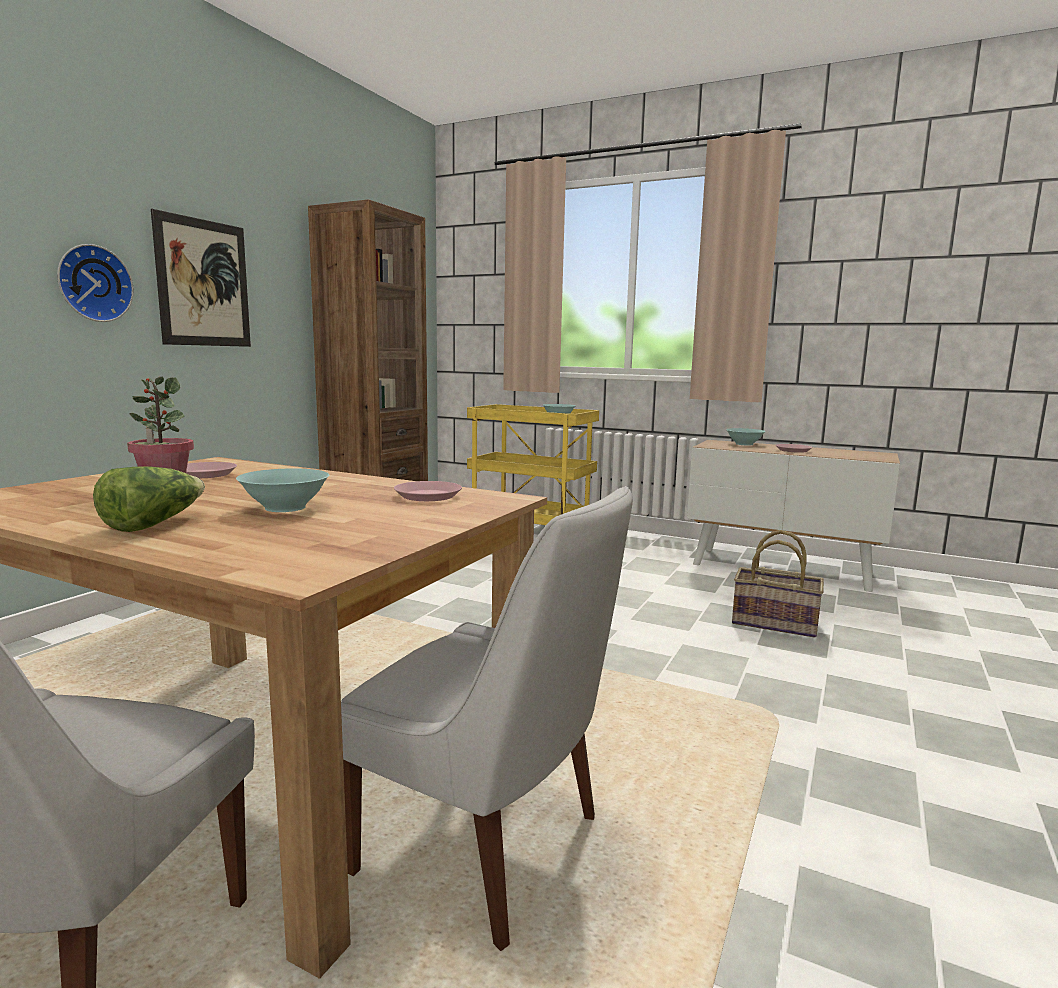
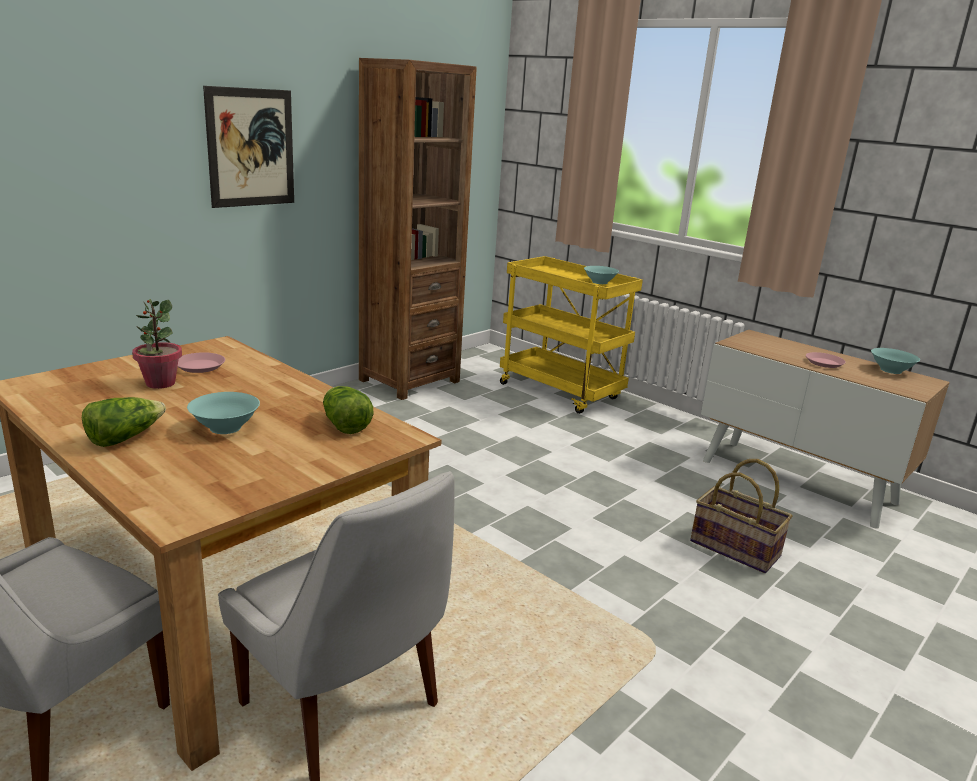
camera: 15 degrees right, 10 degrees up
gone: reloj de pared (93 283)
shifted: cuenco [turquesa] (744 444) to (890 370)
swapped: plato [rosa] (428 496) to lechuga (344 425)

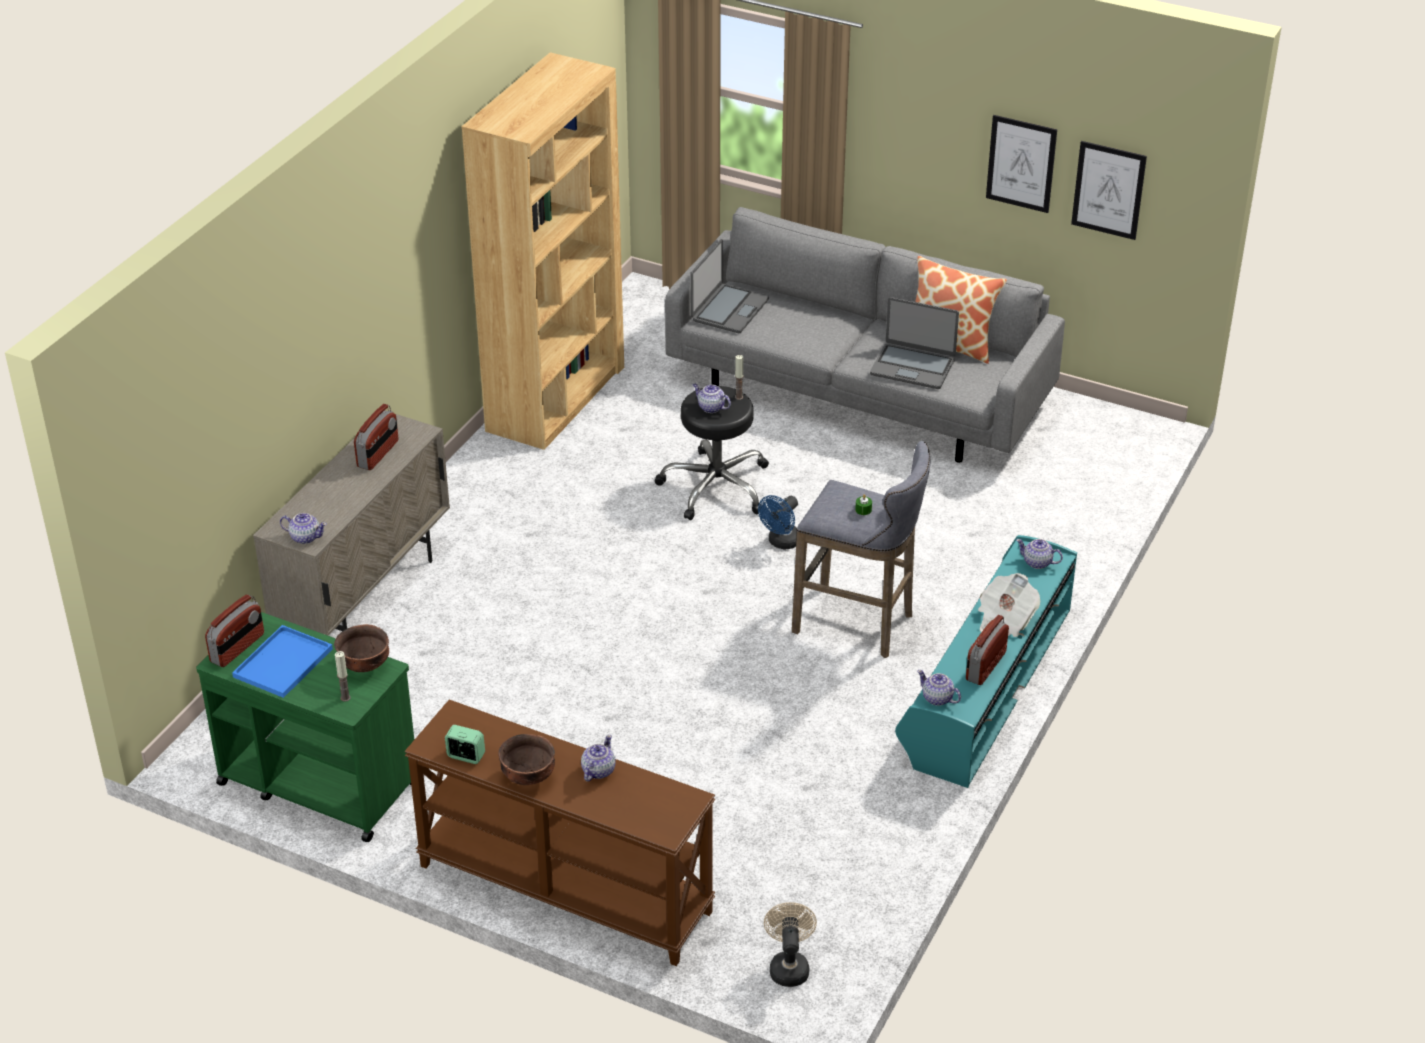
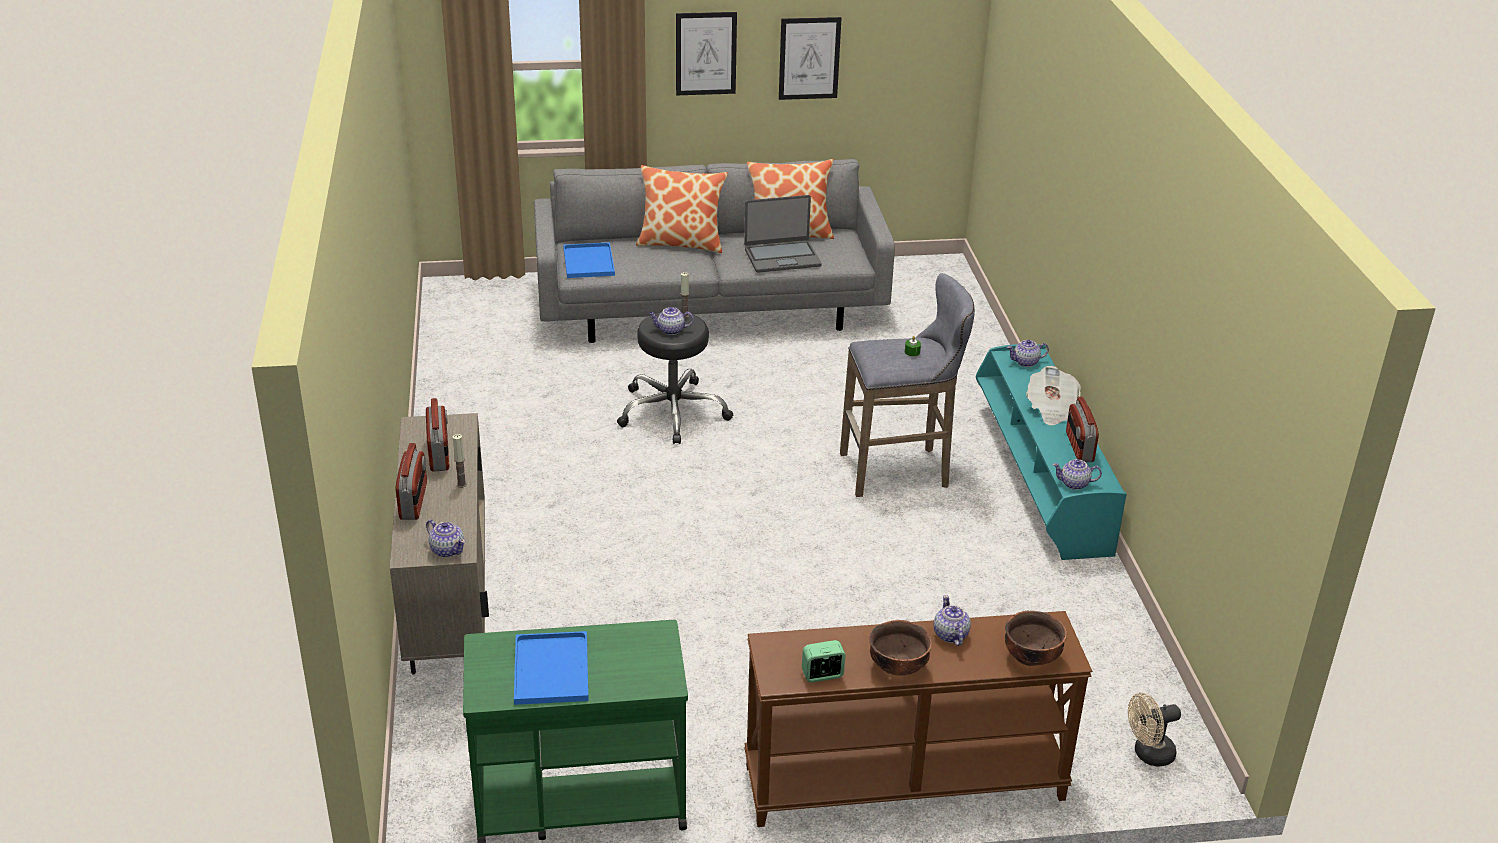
camera: 35 degrees left, 5 degrees down
gone: estantería [marrón] (556 398); ventilador [azul] (781 543)
new: cojín (681 243)
shifted: cuadro (1108 190) to (706 53); radio (238 648) to (414 501); cuenco [marrón] (364 664) to (1031 656); vela (345 698) to (461 484)
swapped: portátil (729 310) to bandeja [azul] (588 261)
rotated: tetera (305 537) = (447 550) 60 degrees clockwise; ventilador [beis] (788 966) = (1148 754) 75 degrees counterclockwise

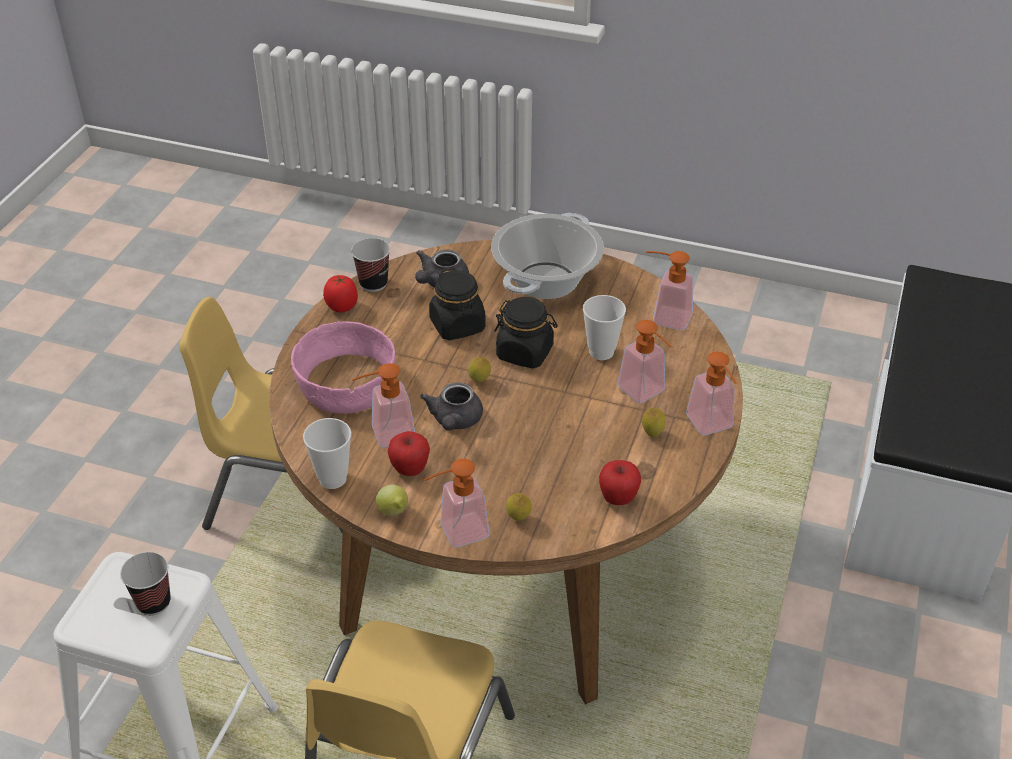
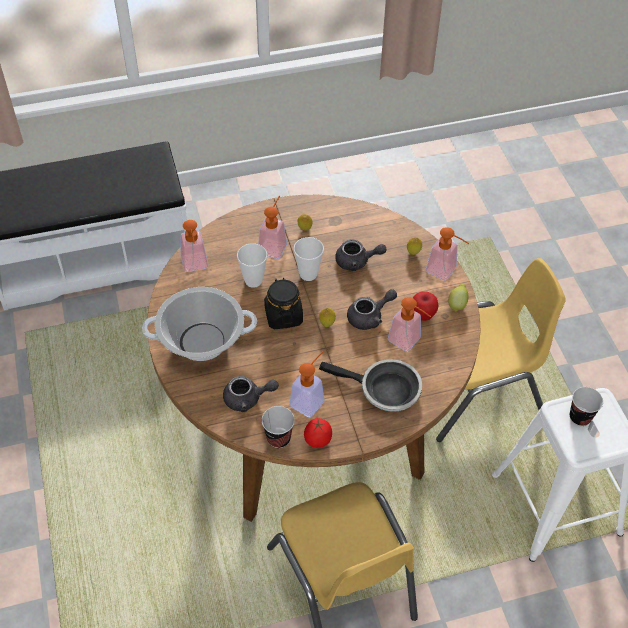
camera: 125 degrees left, 10 degrees up
gone: tarro [negro] (457 325); manzana (618 499)
new: tetera [gris] (357 261)
shifted: dispensador de jabón (713 427) to (310 399); taza (332 479) to (308 274)
swapped: cuenco [rosa] (345 382) to sartén (384 390)

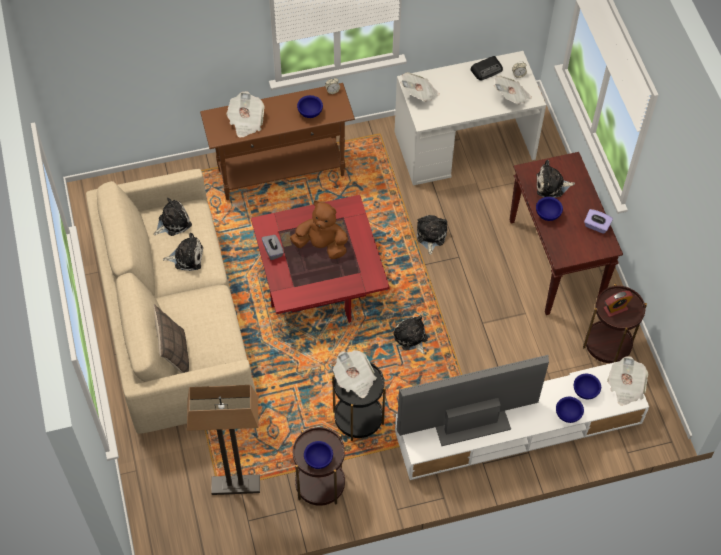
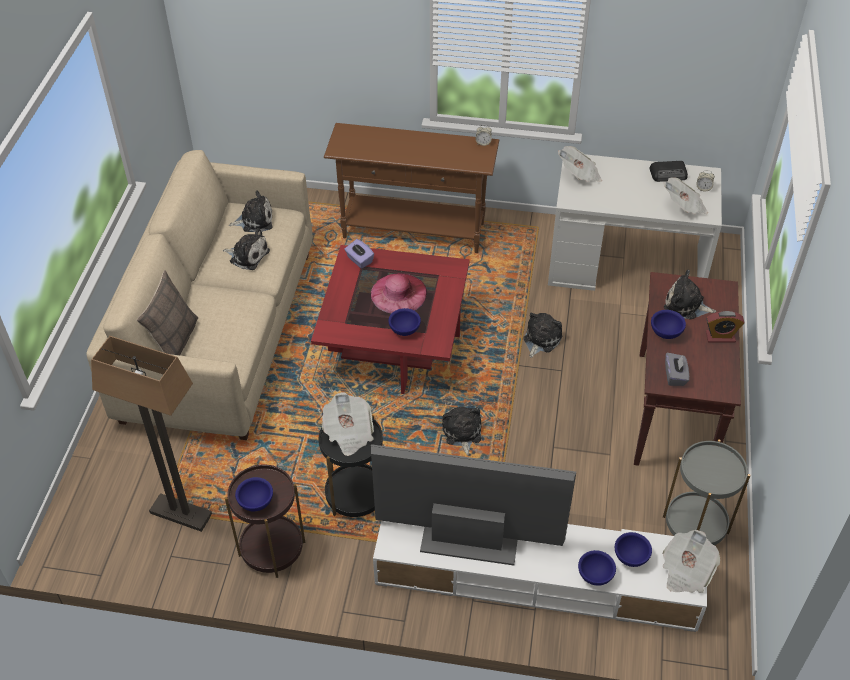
camera: 25 degrees right, 10 degrees down
gone: periódico (246 122)
shifted: cuenco [azul] (310 113) to (405 330); caja de pañuelos [morado] (596 226) to (359 260); caja de pañuelos [gris] (273 251) to (675 376); despertador (615 309) to (720 337)
swapped: peluche [marrón] (321 245) to sombrero [rosa] (399 293)
repainted: mesa auxiliar [marrón] (607 345) to mesa auxiliar [gris] (695 524)

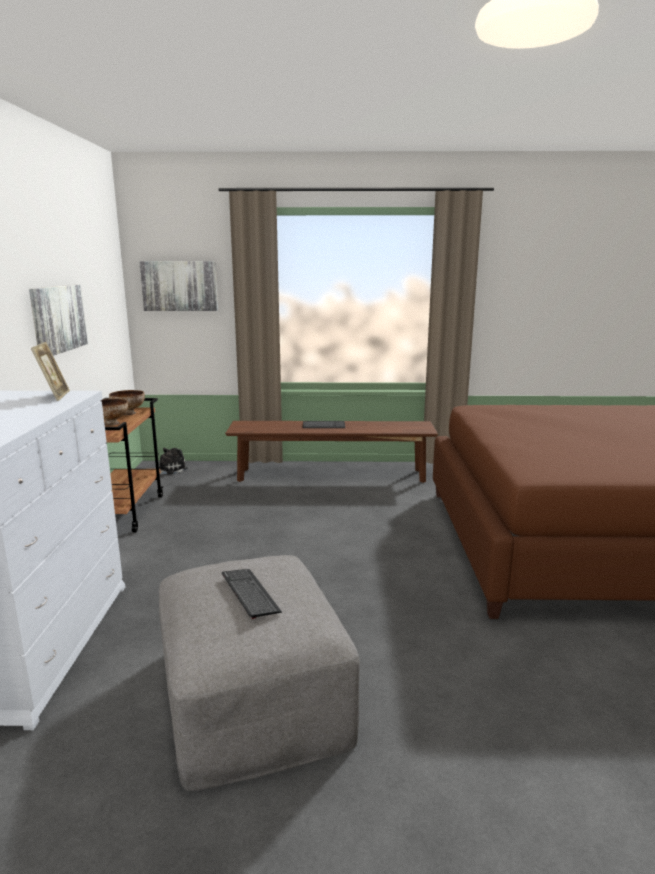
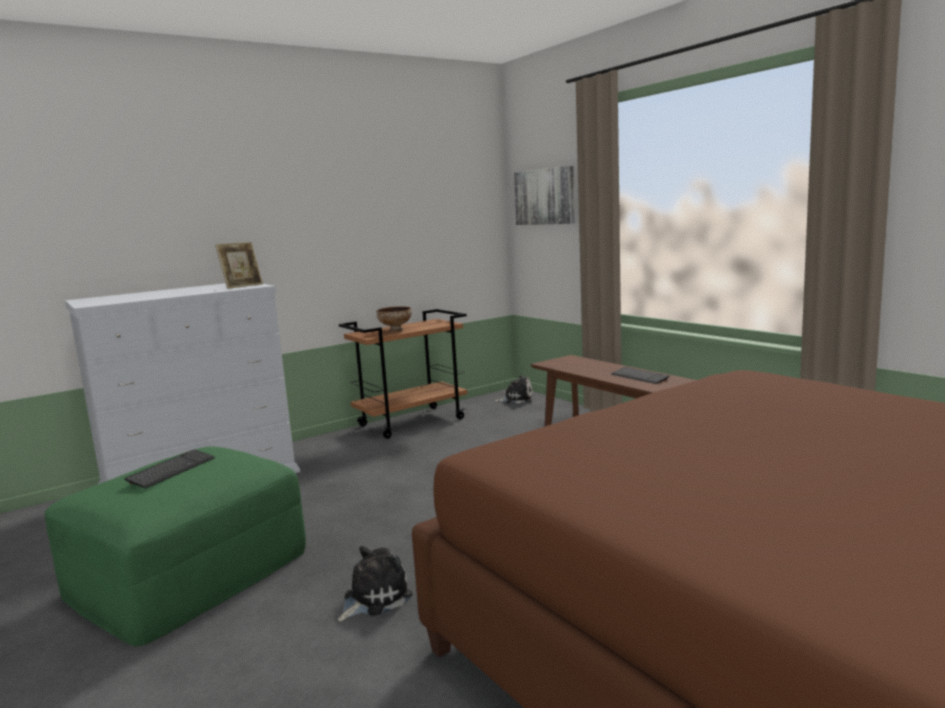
camera: 55 degrees right, 5 degrees down
gone: cuadro (58 319); cuenco (128 413)
new: peluche (373 598)
repainted: puf [gris] (251 694) to puf [verde] (188 573)

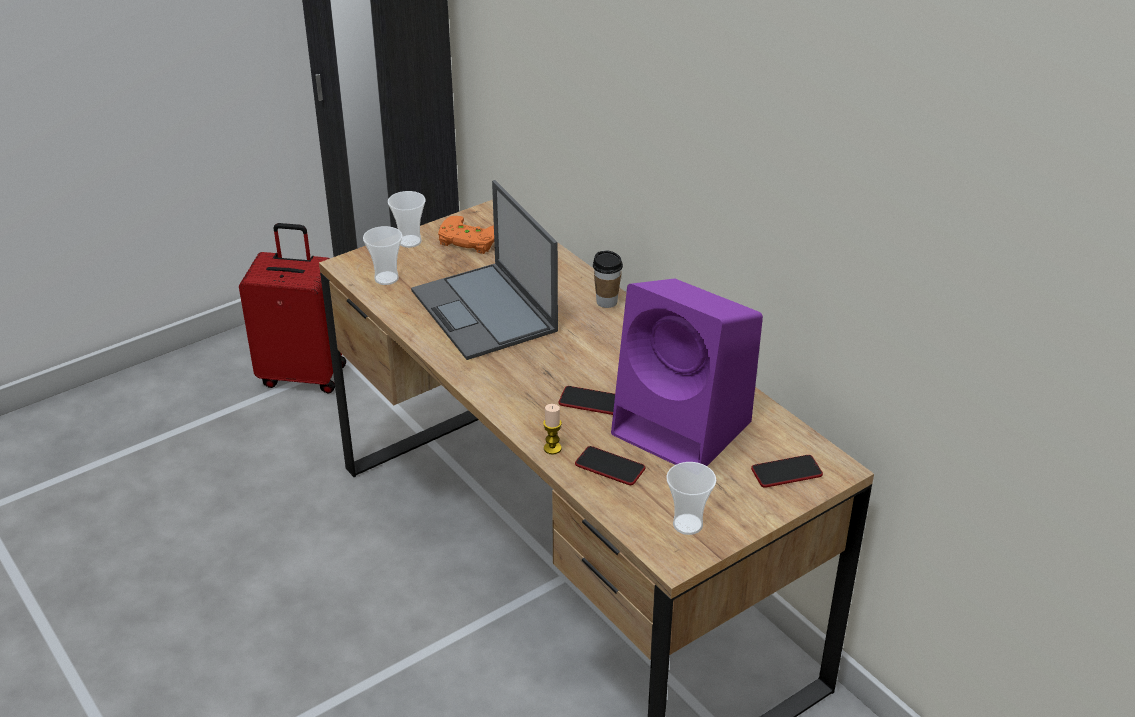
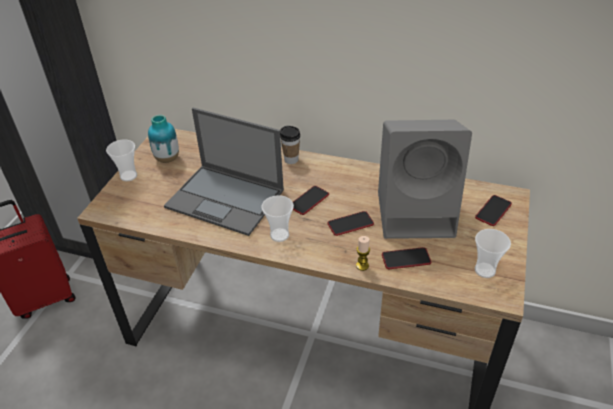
camera: 35 degrees left, 5 degrees up
new: móvil (309 201)
shifted: taza (386 278) to (279 235)
swapped: mando de consola [naranja] (468 240) to florero (167 159)
repainted: altavoz [morado] (685 429) to altavoz [gris] (417 213)

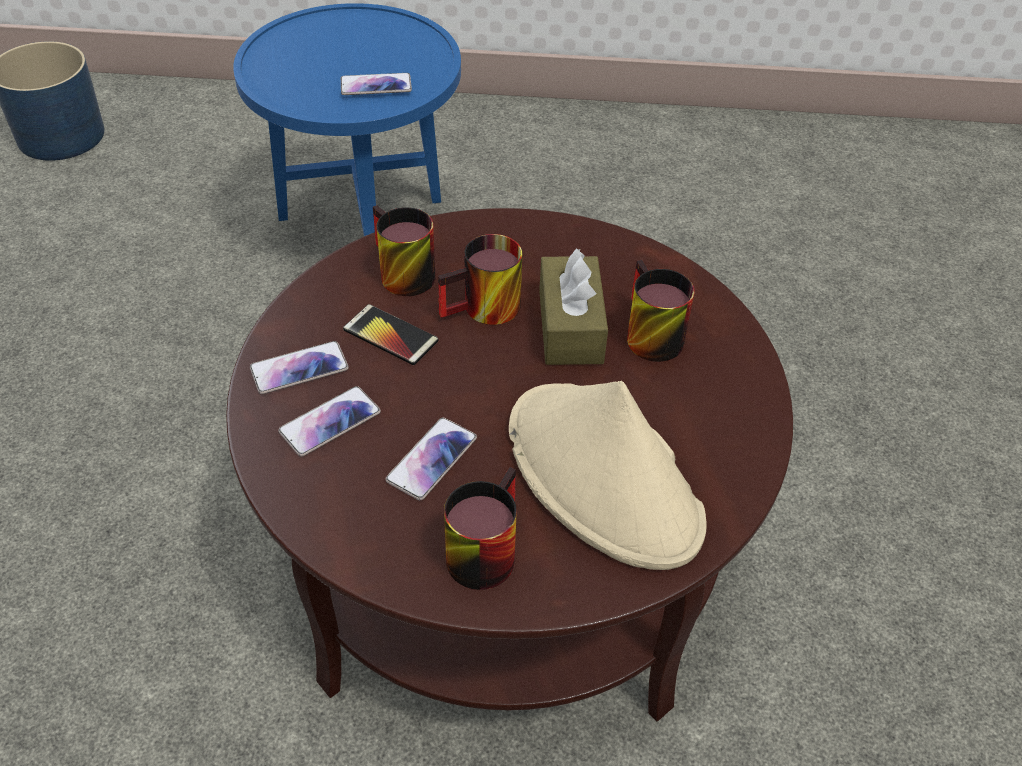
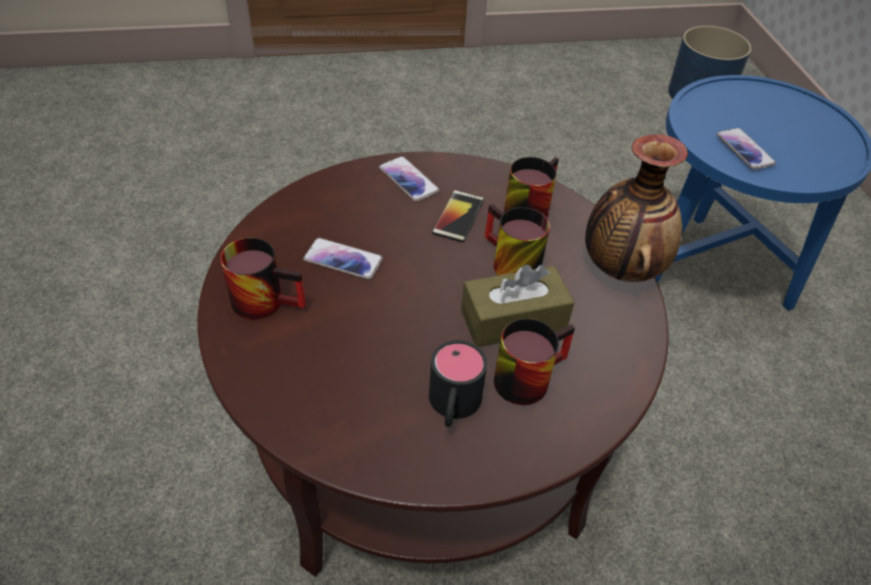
camera: 75 degrees right, 0 degrees up
gone: sombrero [beis] (604 476); móvil (330 422)
new: florero (621 267); taza grande [negro] (452 407)

